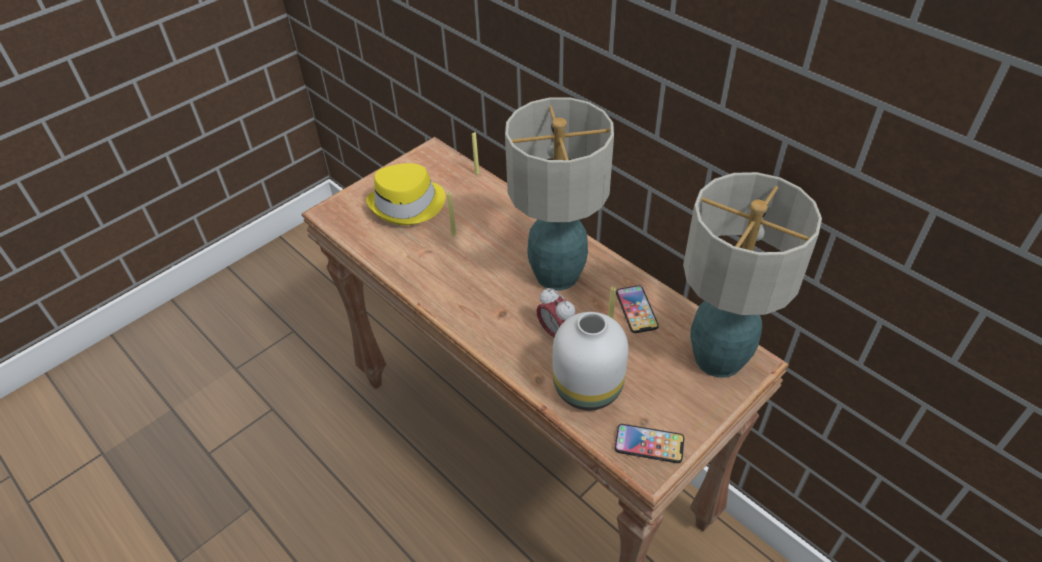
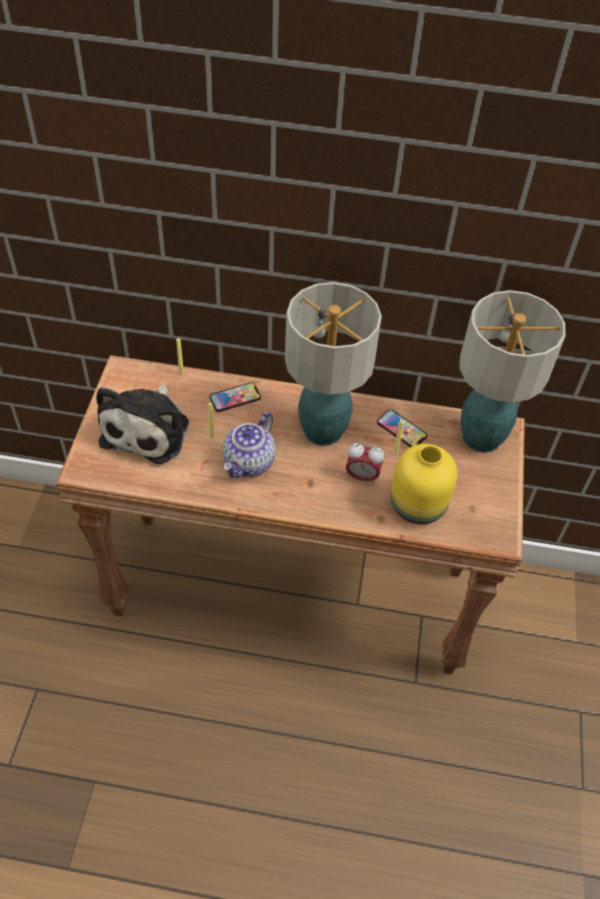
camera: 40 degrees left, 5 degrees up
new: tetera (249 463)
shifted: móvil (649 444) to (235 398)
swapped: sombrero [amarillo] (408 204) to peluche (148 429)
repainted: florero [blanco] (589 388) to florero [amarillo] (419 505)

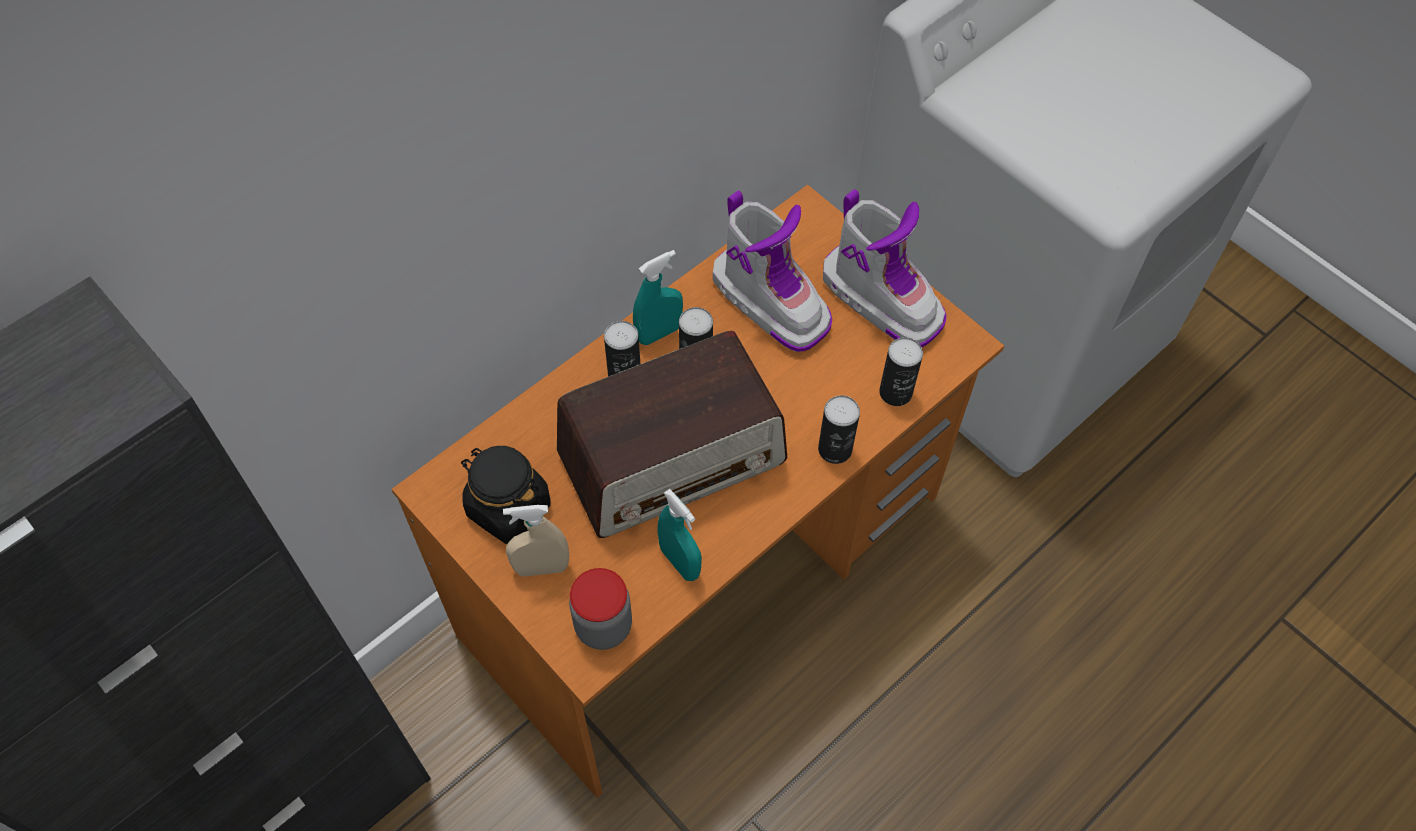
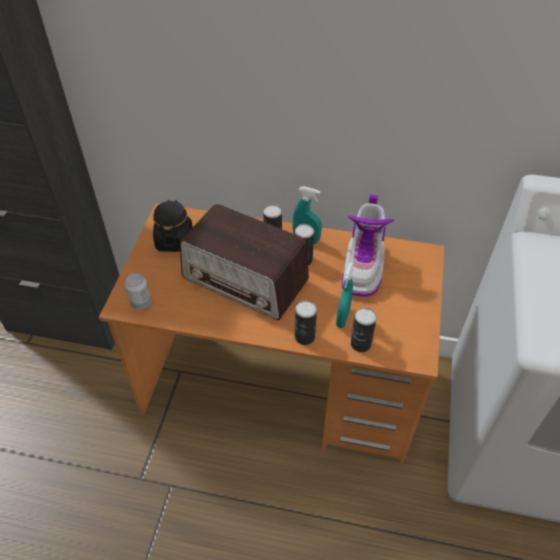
camera: 55 degrees right, 10 degrees down
gone: bota (882 299); pulverizador [beis] (541 568)
shifted: pulverizador [turquesa] (680 562) to (342 318)
swapped: tarro (603 626) to lata (141 302)

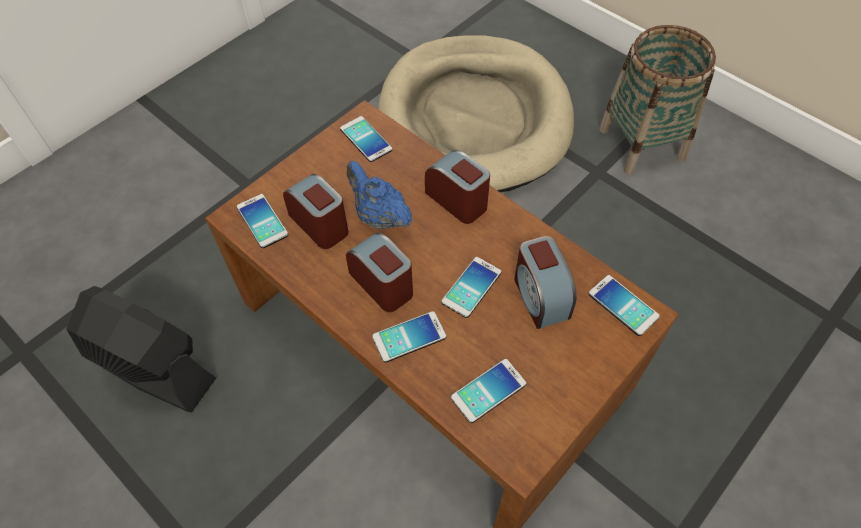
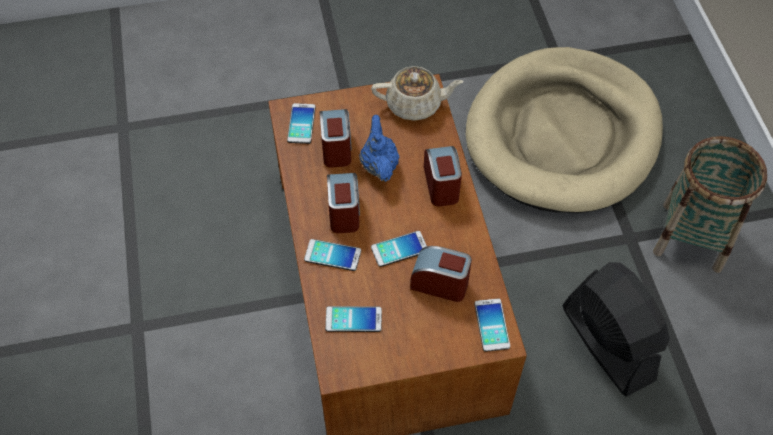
camera: 35 degrees right, 0 degrees up
shifted: ventilador [negro] (154 369) to (607 343)
swapped: móvil (366 139) to tetera [beis] (415 104)
rotated: despertador (540 296) = (440 283) 90 degrees clockwise

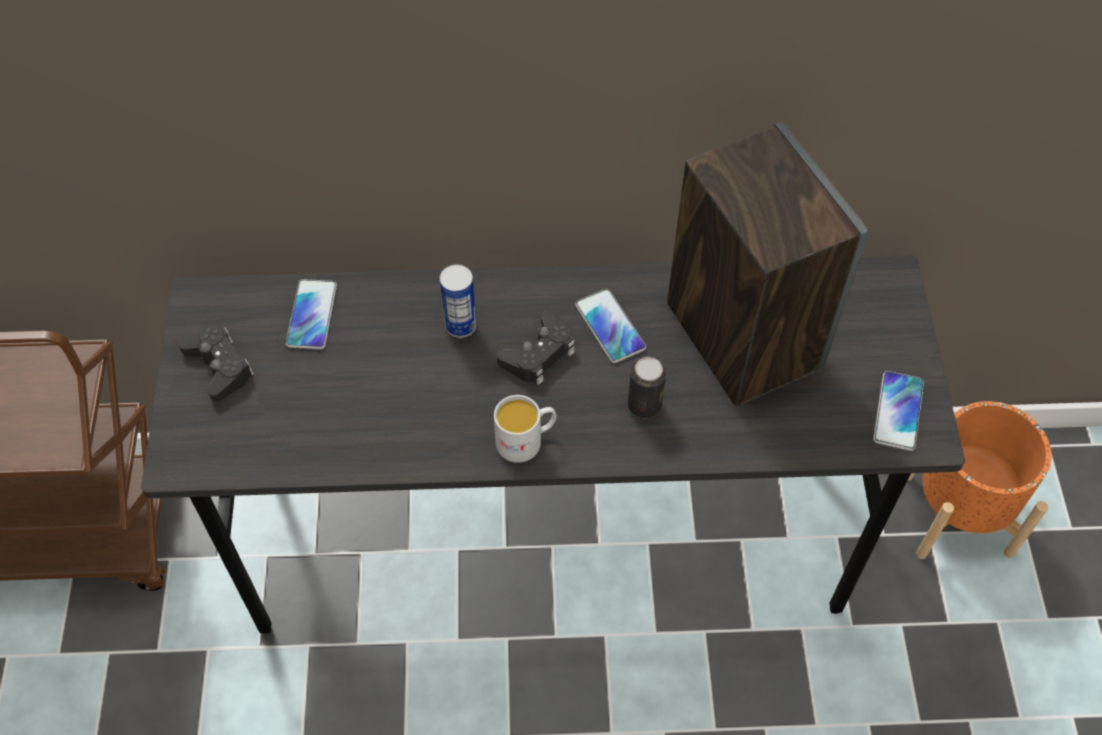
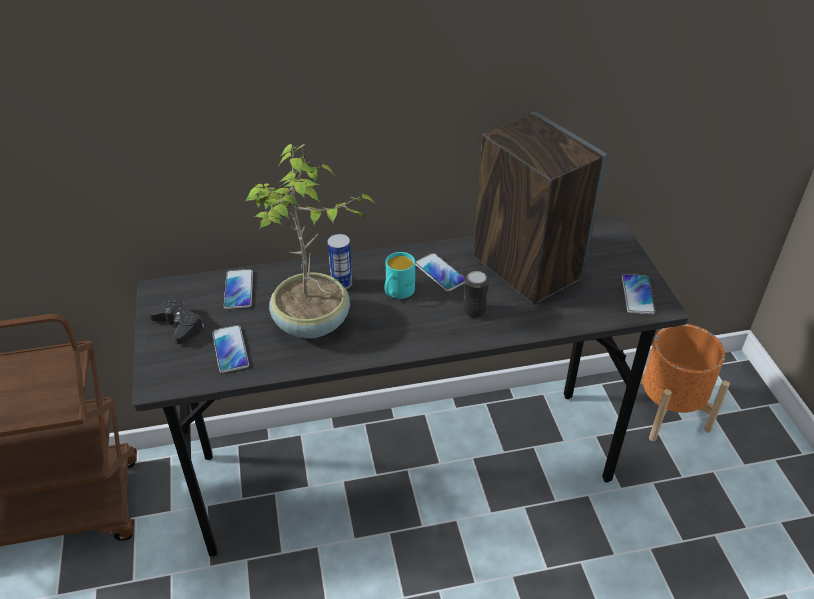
camera: 10 degrees left, 15 degrees down
gone: taza grande [blanco] (526 440)
new: planta en maceta (312 324); móvil (230 349)
swapped: mando de consola [negro] (539 354) to taza grande [turquesa] (397 292)

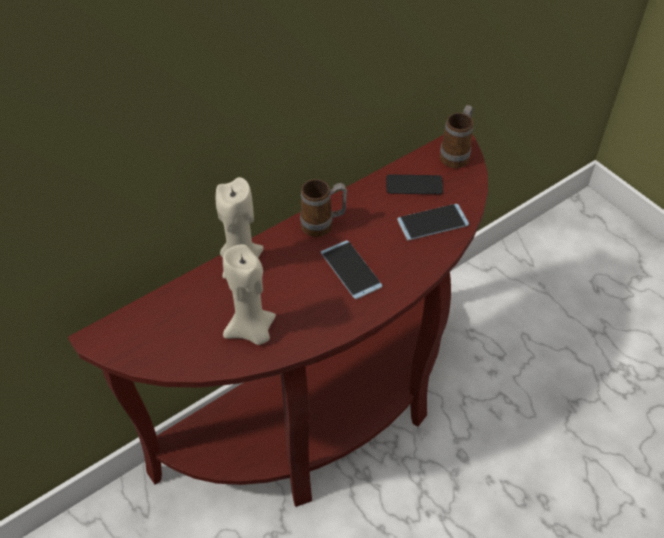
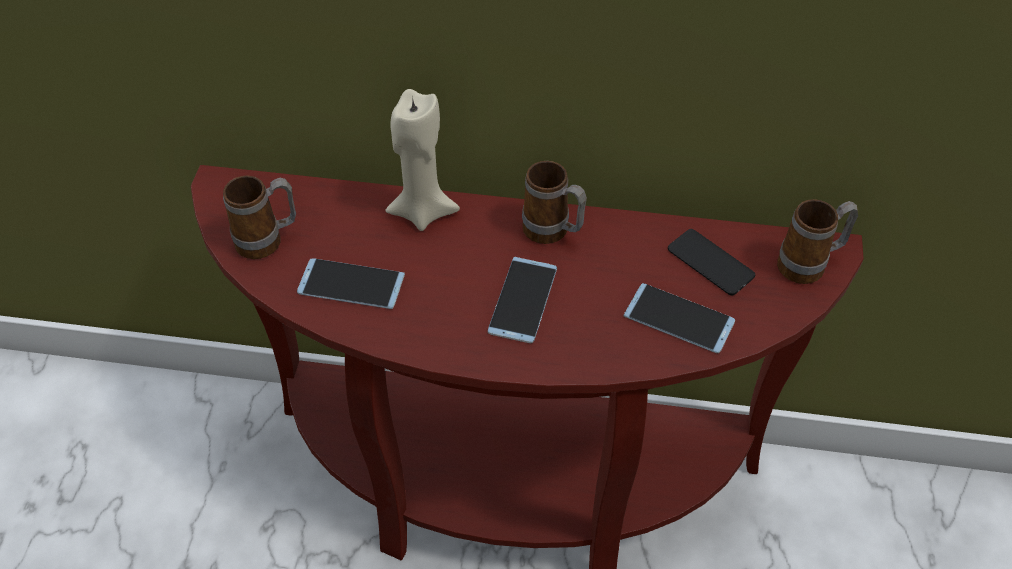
camera: 45 degrees right, 0 degrees up
new: taza grande (268 241)
swapped: vela [beis] (252 331) to móvil (351 284)

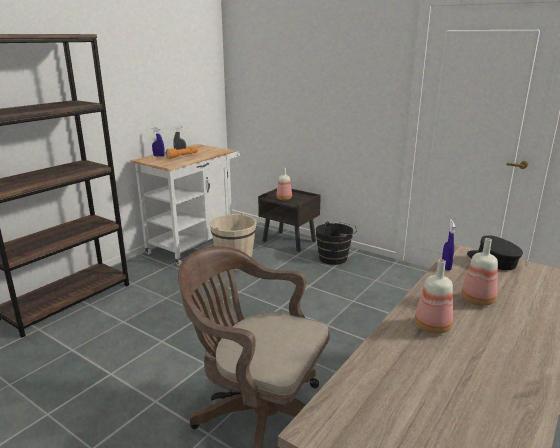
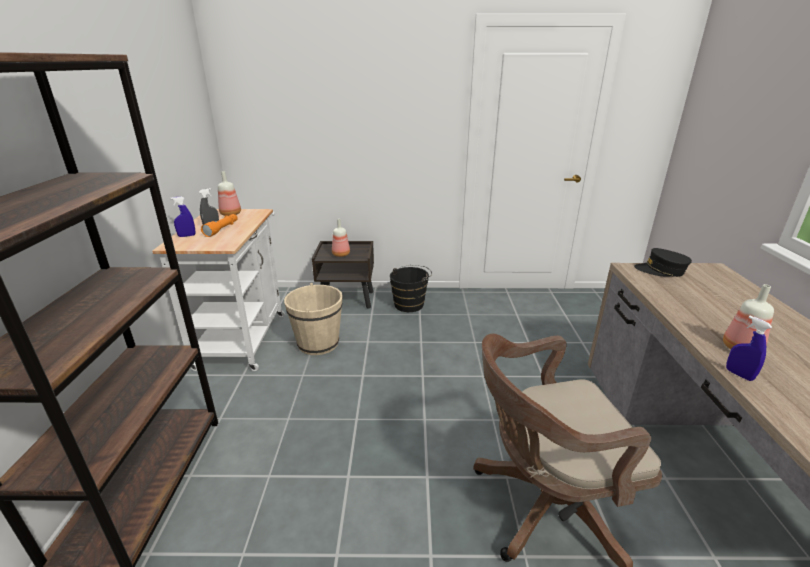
camera: 35 degrees left, 5 degrees up
shifted: pulverizador [azul] (446 266) to (739 374); botella (478 300) to (231 214)

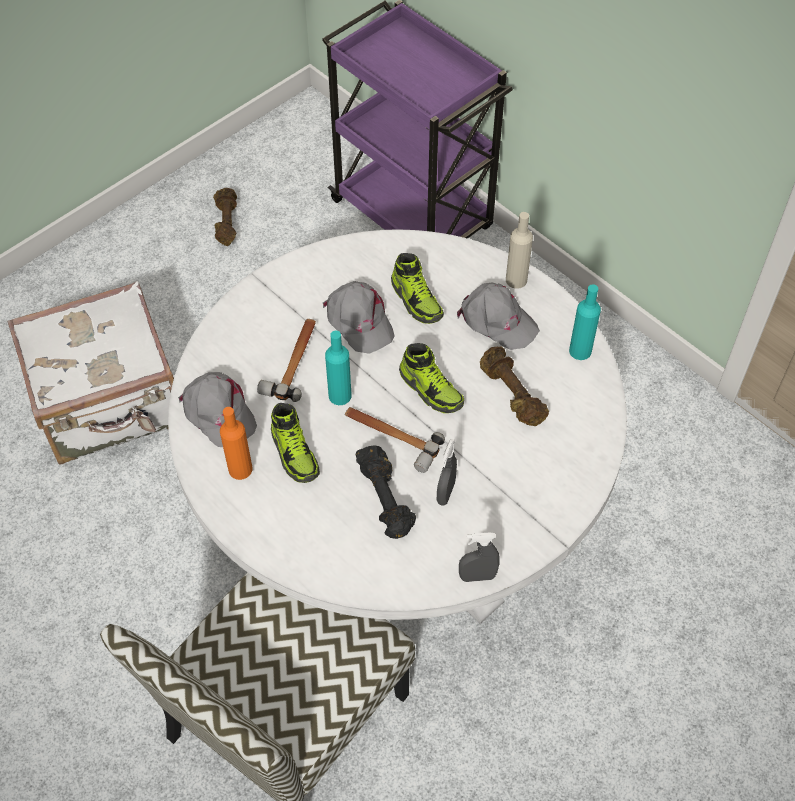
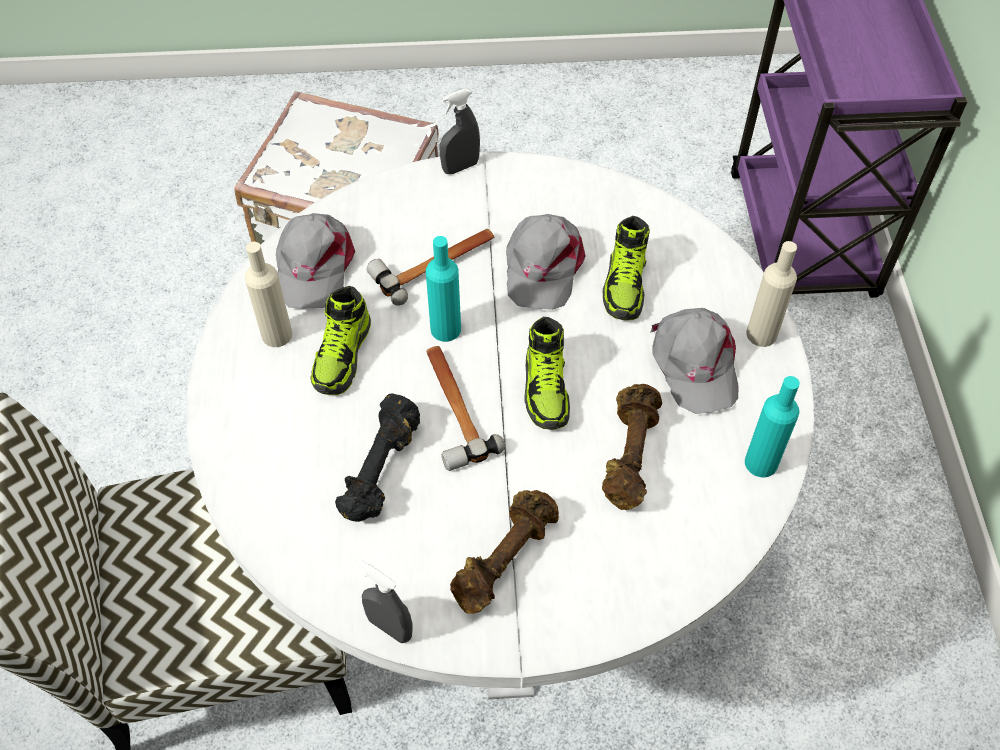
camera: 40 degrees right, 0 degrees up
shifted: mancuerna [marrón] (226 223) to (503 558); pulverizador [gris] (446 493) to (460 167)
repainted: botella [naranja] (240 469) to botella [beis] (277 334)

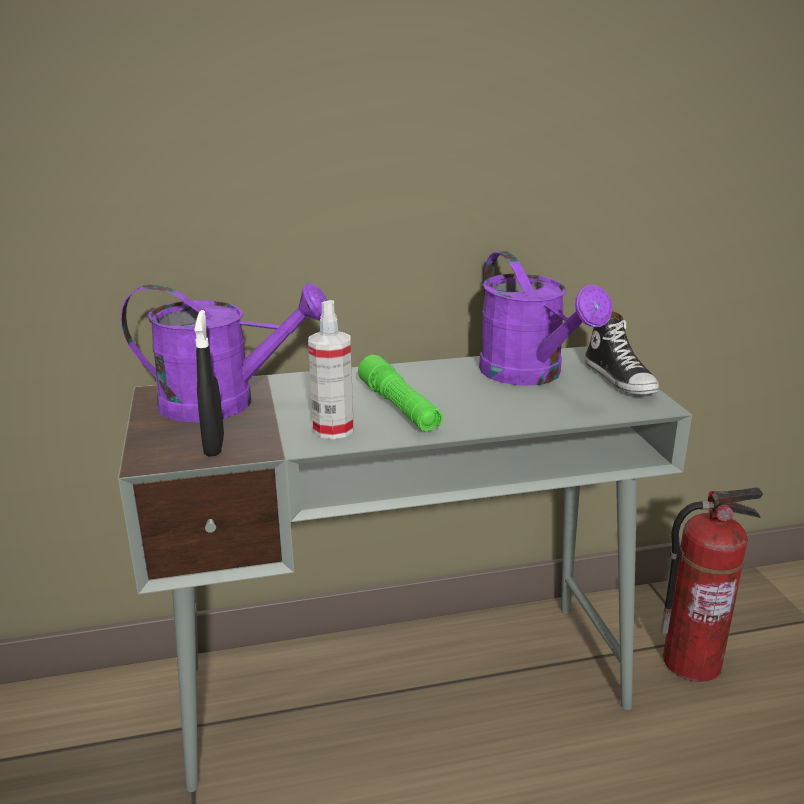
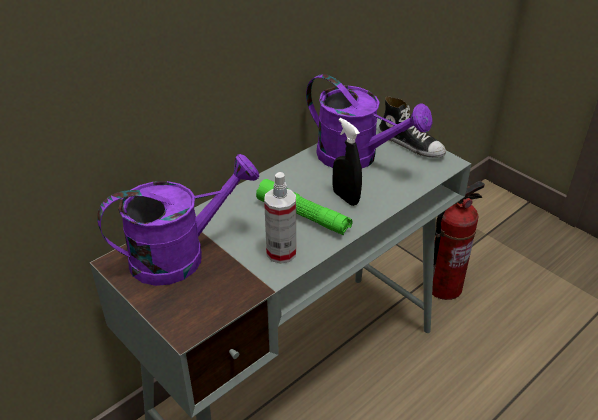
camera: 30 degrees left, 15 degrees up
shifted: pulverizador [negro] (214 446) to (345 197)

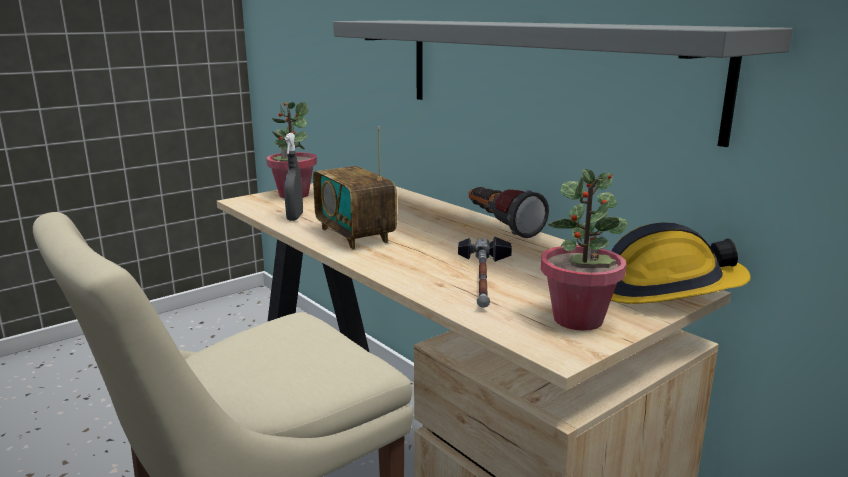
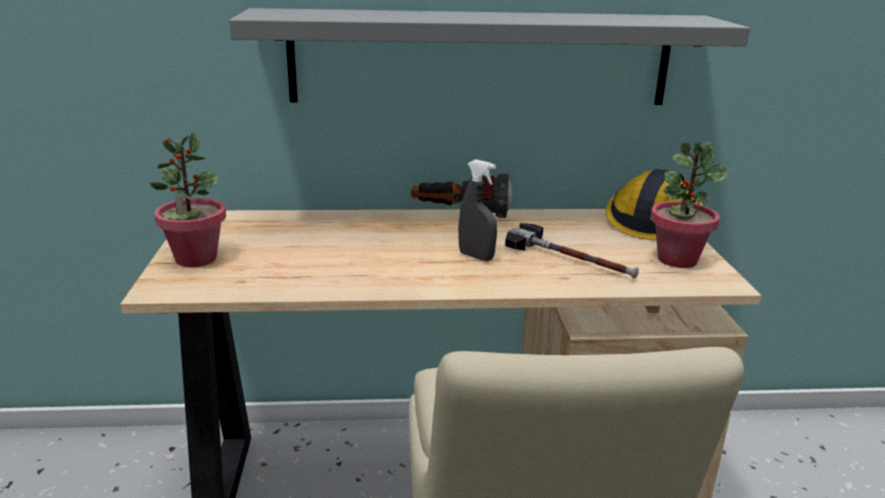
camera: 55 degrees left, 5 degrees up
gone: radio (355 235)
shifted: pulverizador [gris] (295 217) to (476 256)

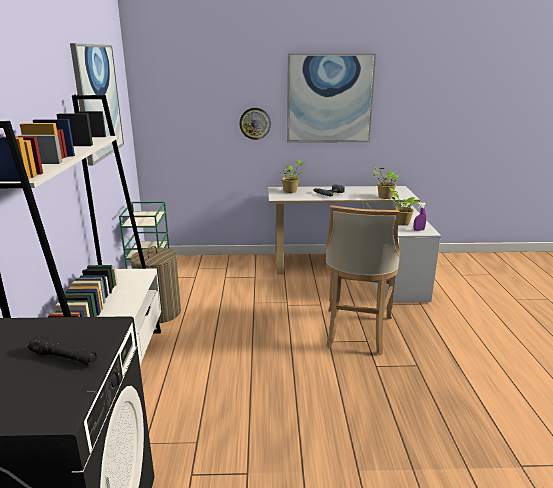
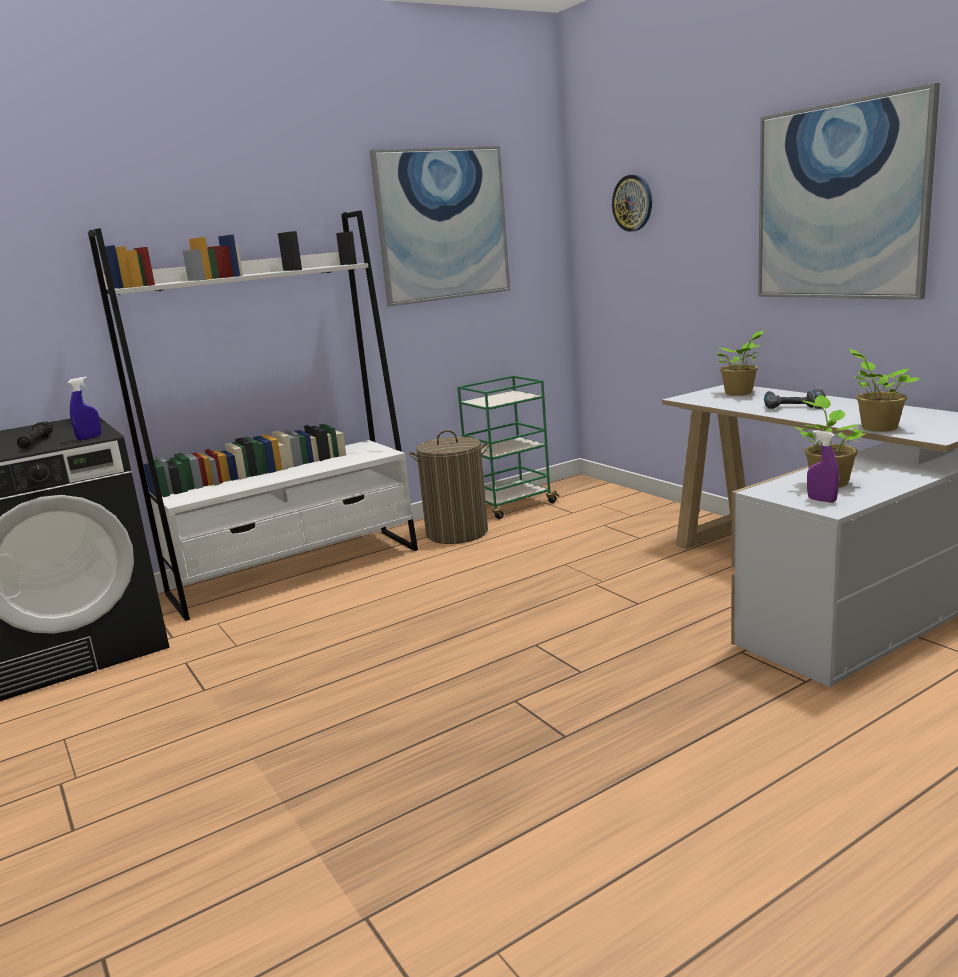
camera: 60 degrees right, 5 degrees down
gone: taburete [beis] (356 333)
new: pulverizador [azul] (89 438)
shifted: reloj de pared (255 123) to (633 203)

